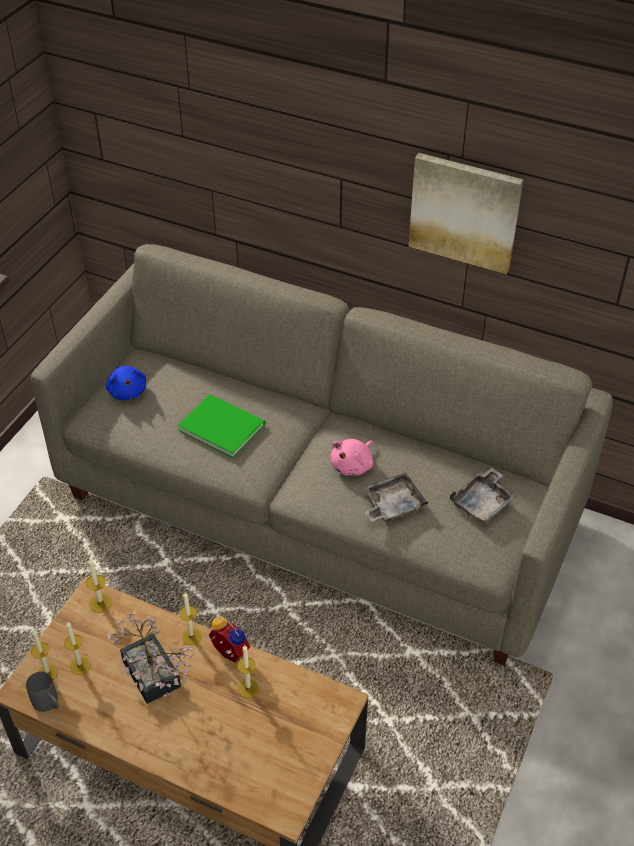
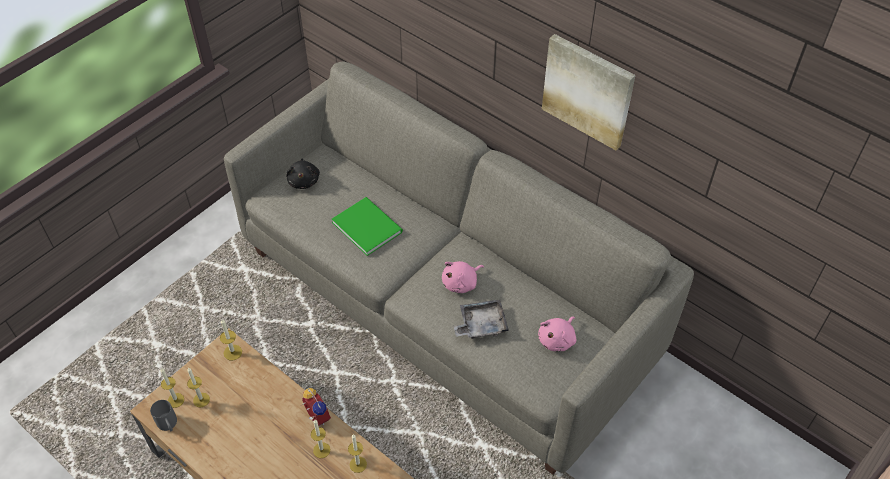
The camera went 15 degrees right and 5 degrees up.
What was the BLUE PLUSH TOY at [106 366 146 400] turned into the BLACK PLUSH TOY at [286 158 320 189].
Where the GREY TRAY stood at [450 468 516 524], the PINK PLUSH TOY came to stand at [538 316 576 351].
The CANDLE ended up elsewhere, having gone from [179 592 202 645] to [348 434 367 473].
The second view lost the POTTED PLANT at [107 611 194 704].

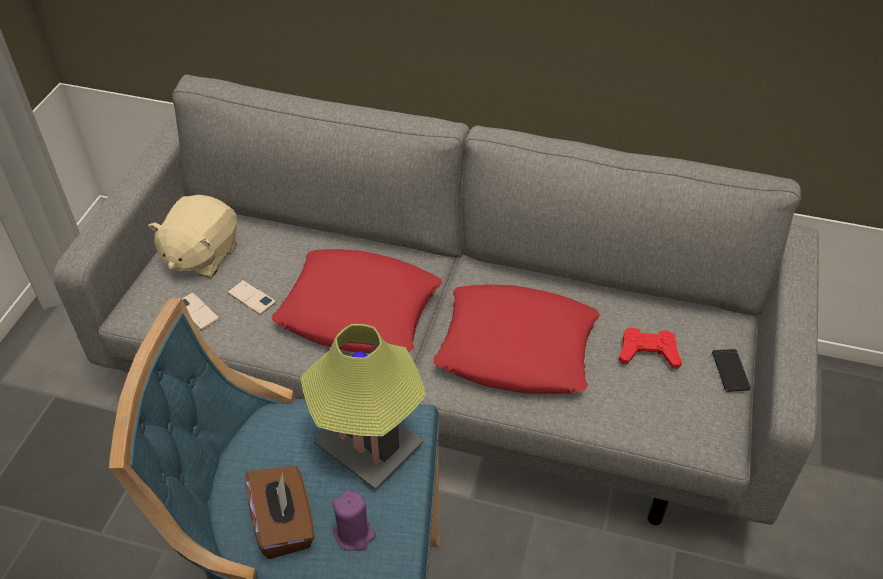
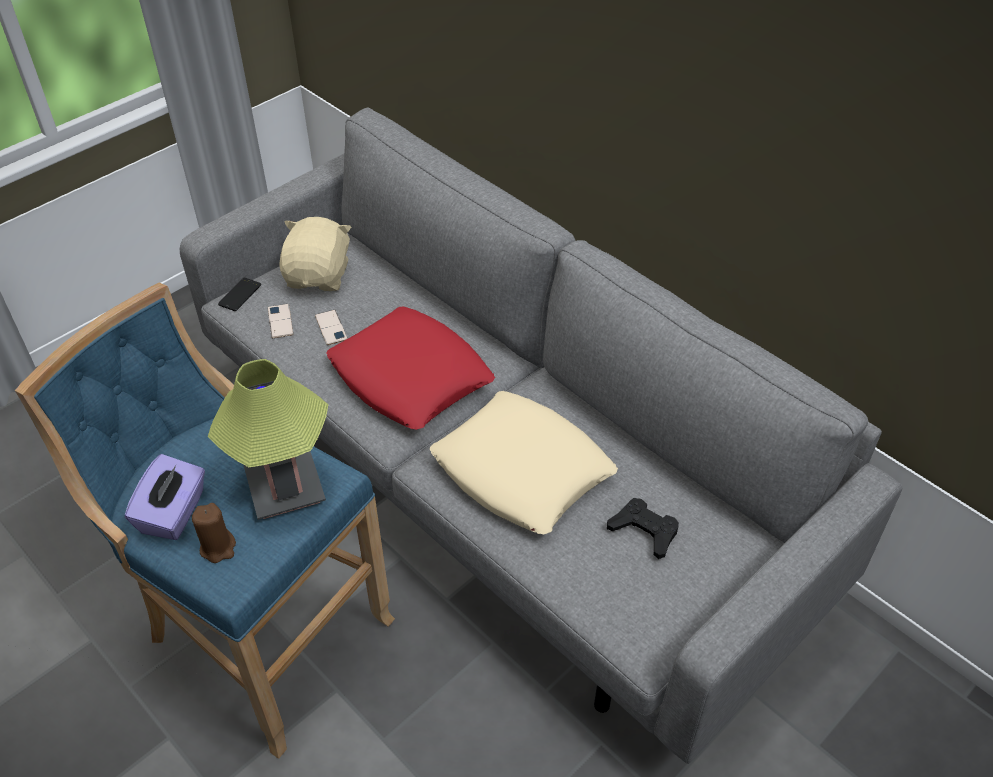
The camera went 30 degrees right and 0 degrees up.
The BEIGE PLUSH TOY at [148 195 237 278] ended up facing another way, 135 degrees clockwise from before.
What was the RED PILLOW at [433 284 600 394] turned into the BEIGE PILLOW at [430 391 618 535].
What was the RED GAME CONTROLLER at [619 327 682 369] turned into the BLACK GAME CONTROLLER at [607 498 679 559].
The PHONE ended up elsewhere, having gone from [712 349 751 392] to [218 278 261 311].
What was the BROWN TISSUE BOX at [245 466 315 559] turned into the PURPLE TISSUE BOX at [125 454 205 540].
What was the PURPLE CANDLE at [332 490 376 551] turned into the BROWN CANDLE at [192 503 236 563].

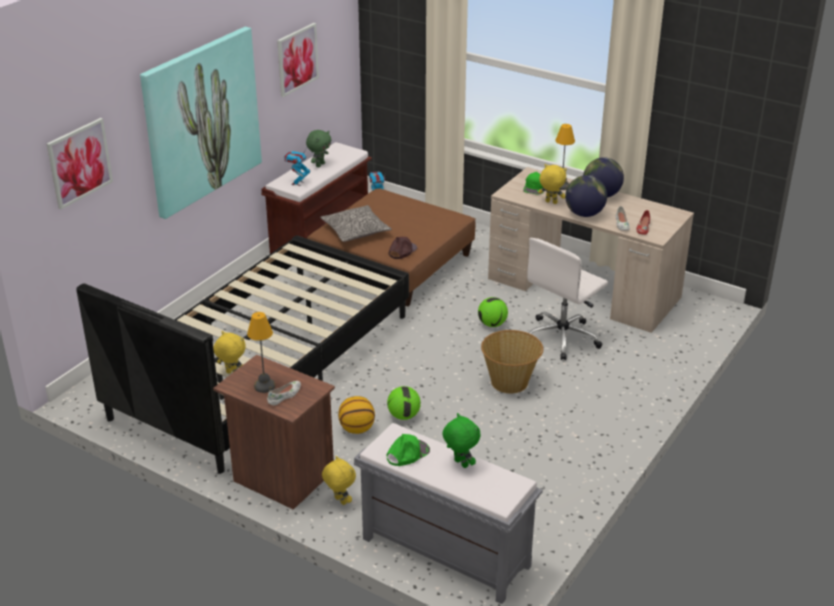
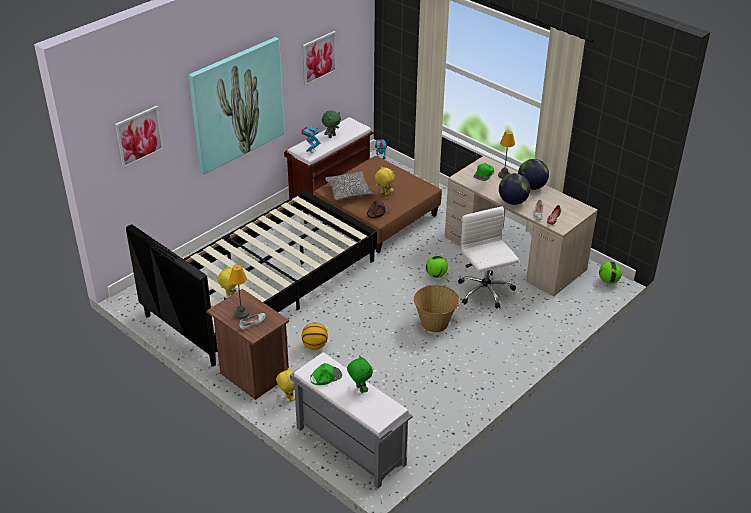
The camera went 10 degrees right and 5 degrees up.
The YELLOW PLUSH TOY ended up elsewhere, having gone from [538 164 567 204] to [375 166 395 195].
The WHITE OFFICE CHAIR at [527 238 608 360] ended up facing another way, 105 degrees clockwise from before.
The FOOTBALL ended up elsewhere, having gone from [387 386 421 420] to [599 261 622 284].

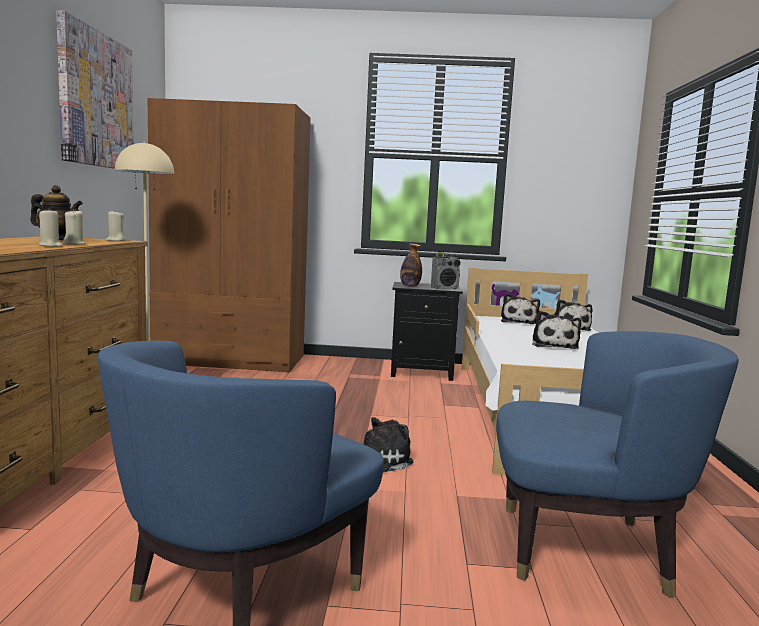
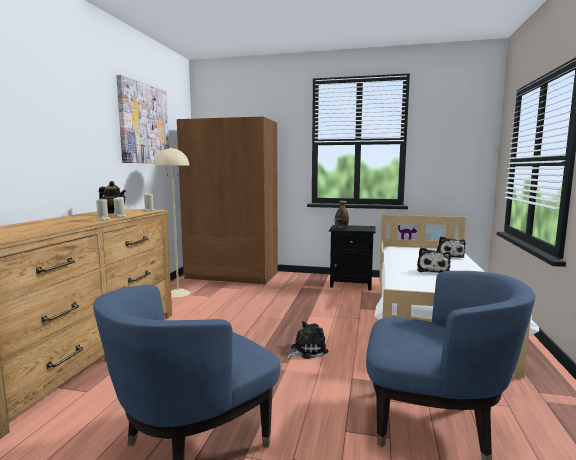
The camera went 10 degrees right and 0 degrees up.
The second view lost the RADIO at [431 252 461 289].
The second view lost the PLUSH TOY at [501 293 540 324].

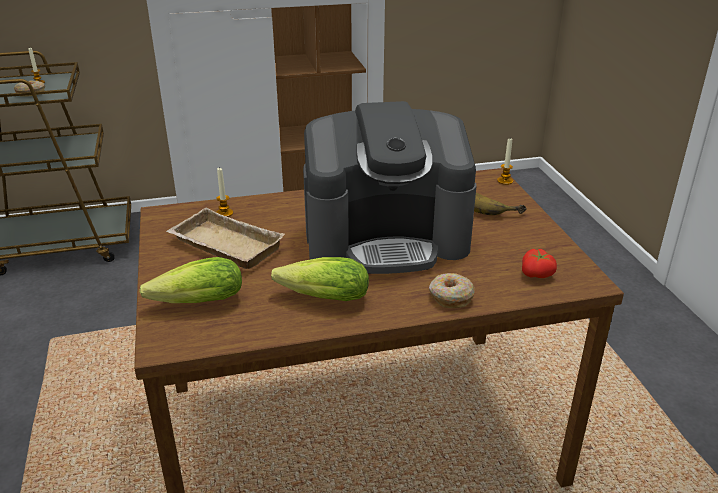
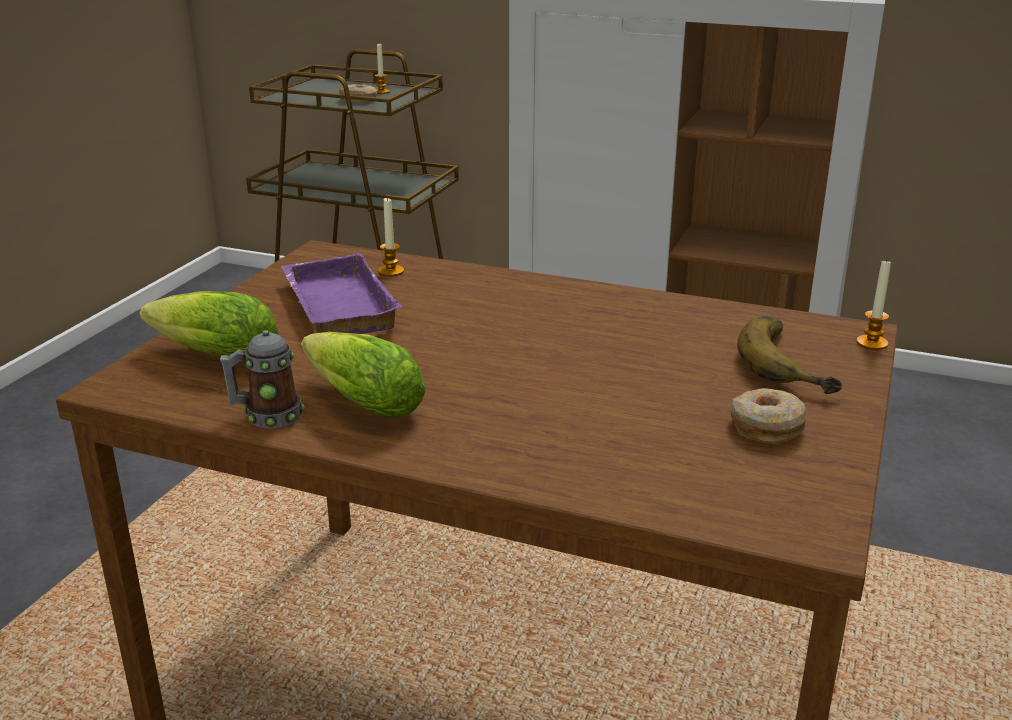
The camera went 35 degrees right and 5 degrees down.
The second view lost the COFFEE MACHINE at [303 101 476 274].
What was the BEIGE TRAY at [166 208 285 269] turned into the PURPLE TRAY at [281 253 403 334].
The second view lost the TOMATO at [522 249 557 278].
The DONUT ended up elsewhere, having gone from [429 273 475 308] to [731 388 807 444].
The second view gained the MUG at [220 330 305 428].

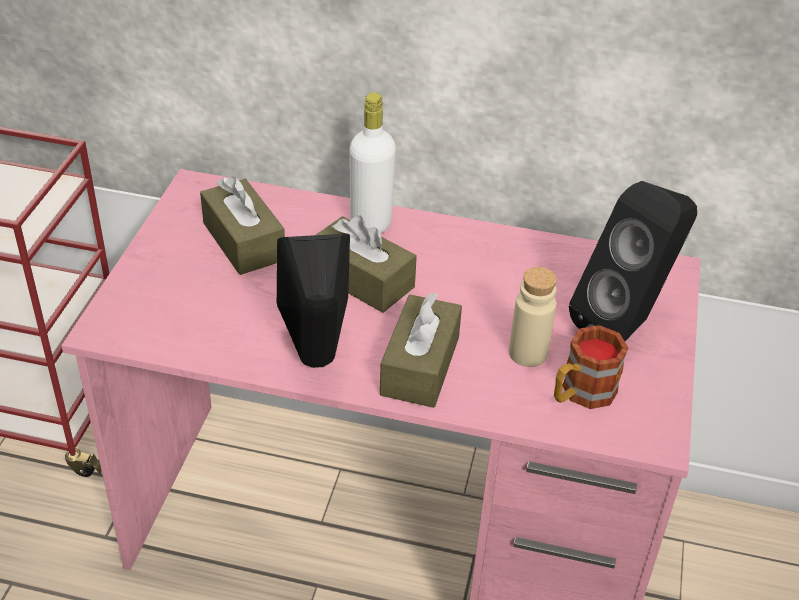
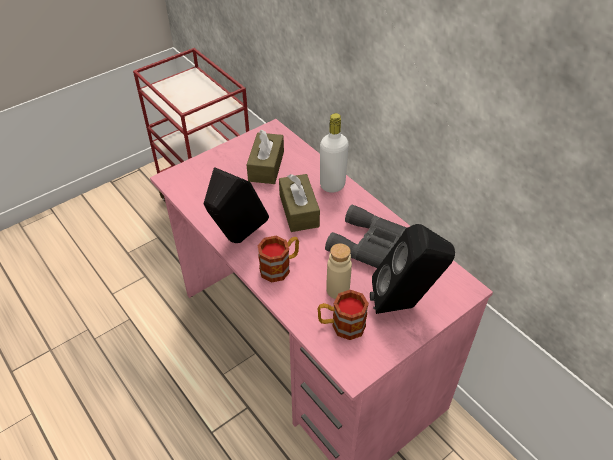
The camera went 40 degrees right and 5 degrees up.
Where the BROWN TISSUE BOX stood at [380 292 462 408], the MUG came to stand at [257 236 299 282].
The second view gained the GREY BINOCULARS at [325 205 407 268].

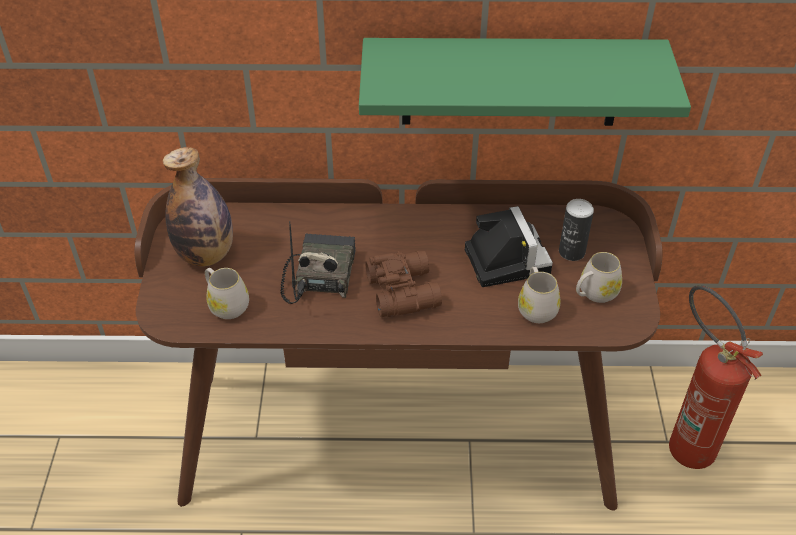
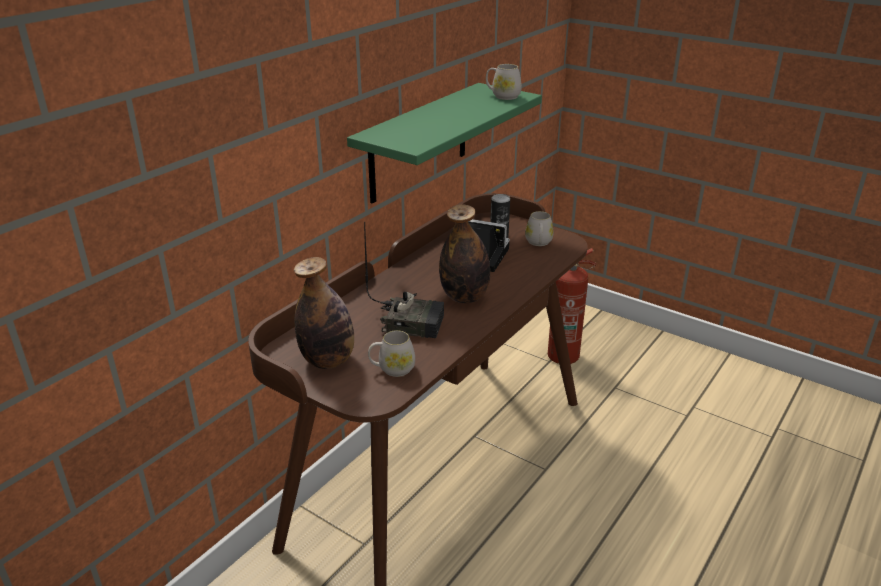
The camera went 55 degrees left and 15 degrees down.
The RADIO at [280 221 356 304] ended up facing another way, 150 degrees clockwise from before.
Where the BROWN BINOCULARS stood at [365 250 442 317], the BOTTLE came to stand at [439 204 490 303].
The WHITE MUG ended up elsewhere, having gone from [518 267 560 323] to [486 64 522 100].

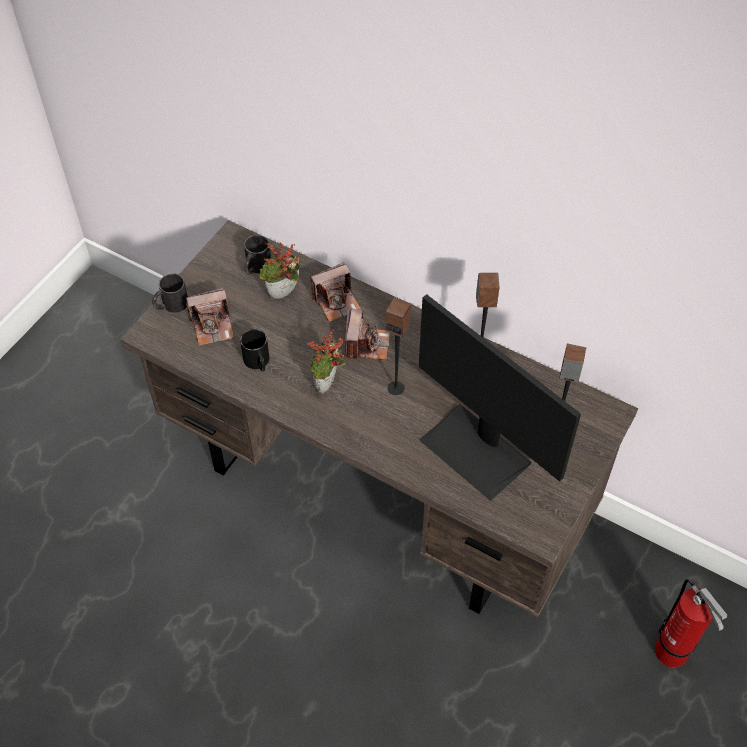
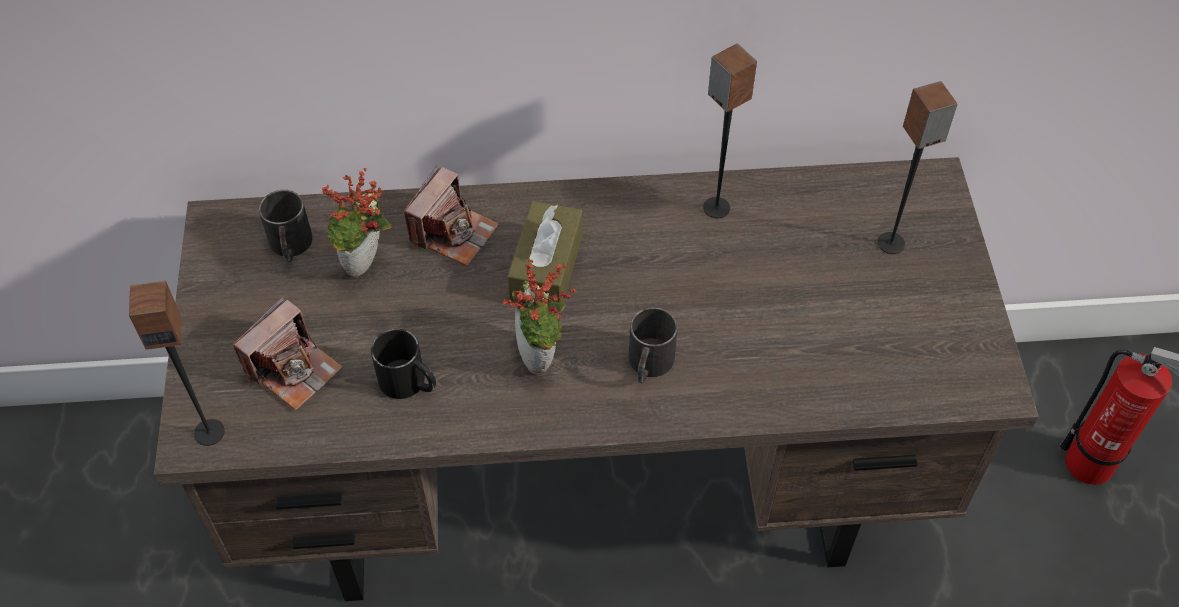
The camera went 35 degrees left and 0 degrees up.
The BLACK MUG ended up elsewhere, having gone from [152 273 188 313] to [629 307 678 383].
The second view lost the MONITOR at [419 294 581 501].
The SPEAKER ended up elsewhere, having gone from [386 297 411 395] to [129 281 225 446].
Where the PHOTO CAMERA stood at [345 309 390 360], the BROWN TISSUE BOX came to stand at [507 201 583 303].

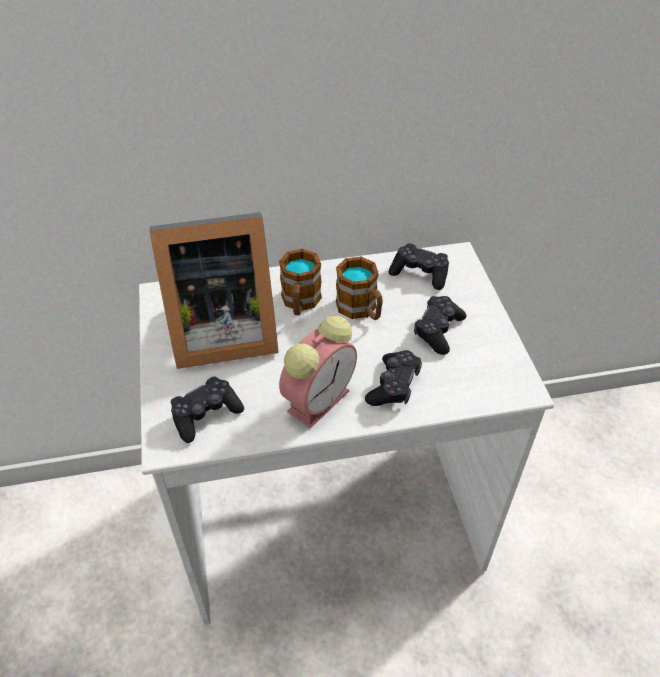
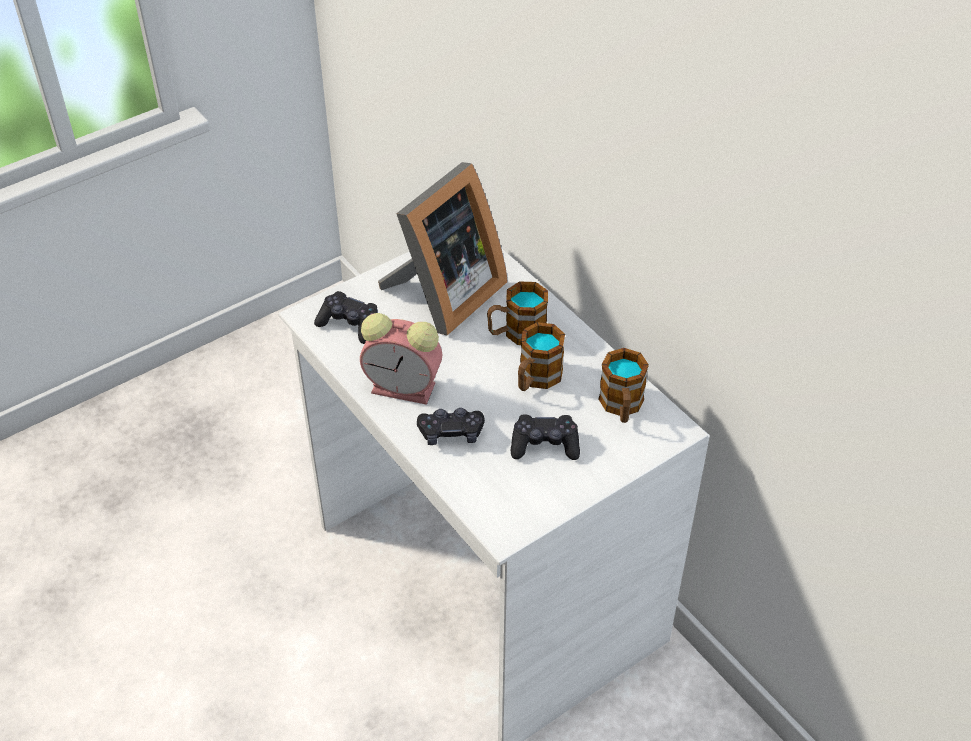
The camera went 65 degrees right and 0 degrees up.
The PICTURE FRAME at [150 212 279 369] ended up facing another way, 105 degrees counterclockwise from before.
Where the BLACK GAME CONTROLLER stood at [389 243 449 290], the MUG came to stand at [599 348 649 423].

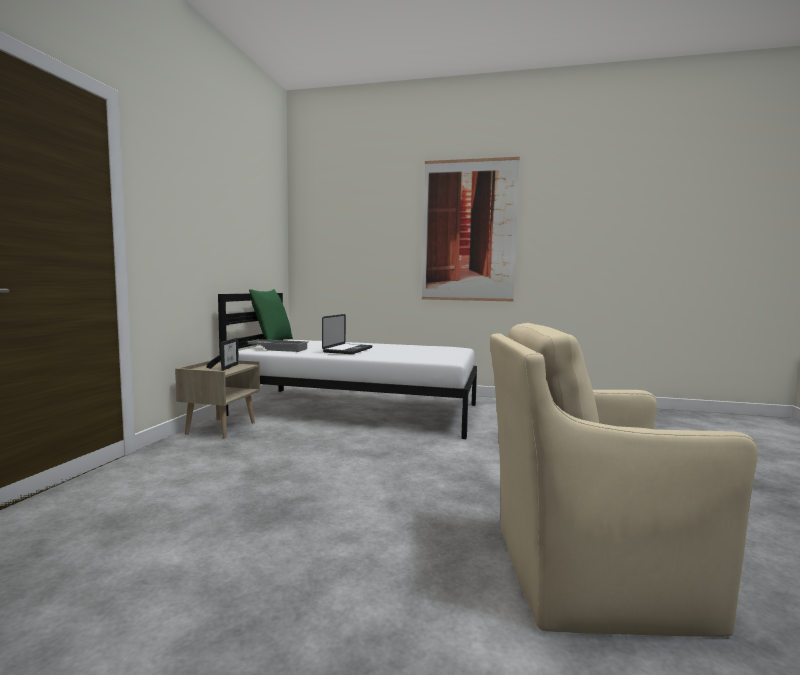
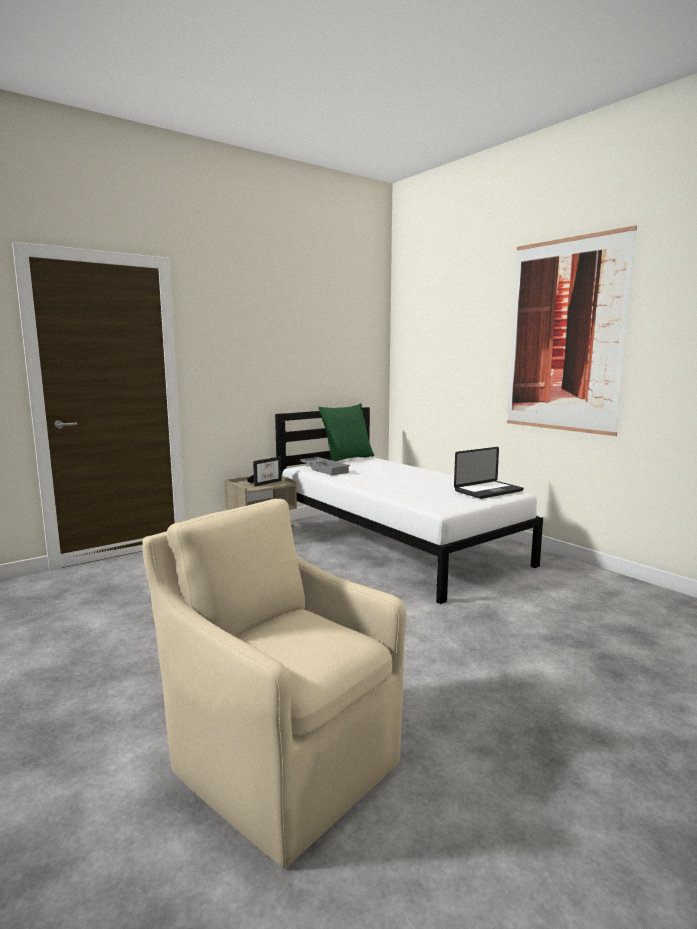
The camera went 40 degrees right and 5 degrees up.
The LAPTOP ended up elsewhere, having gone from [322 314 372 354] to [454 447 524 499].

